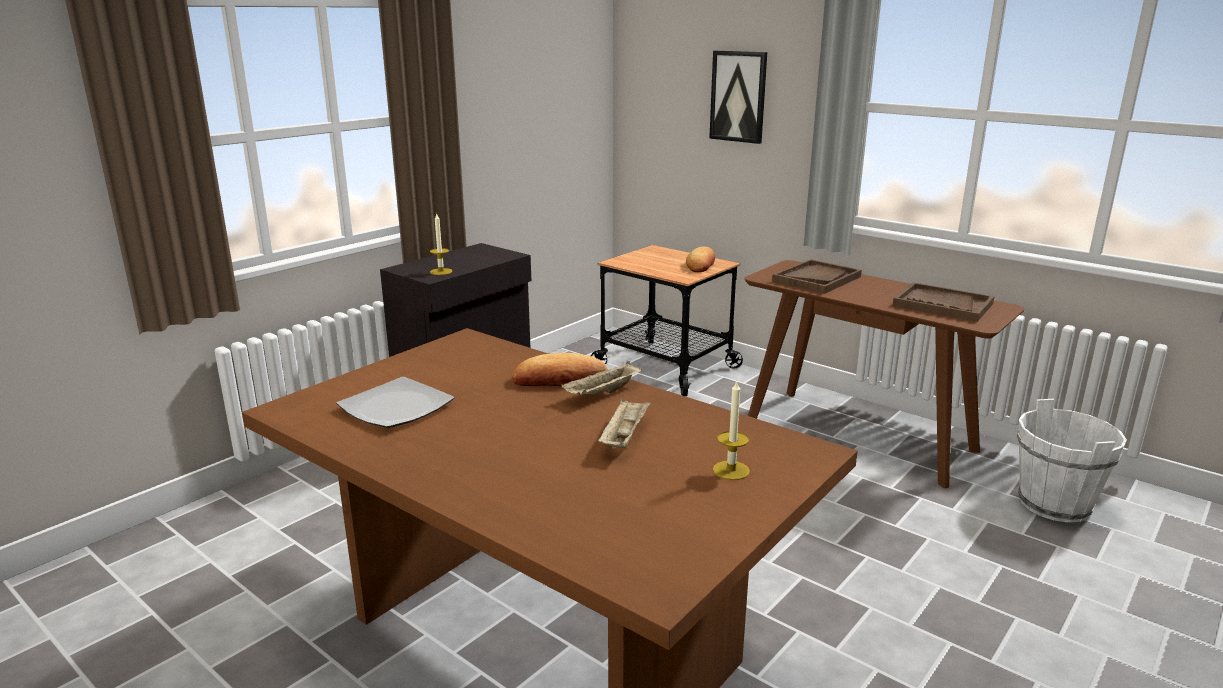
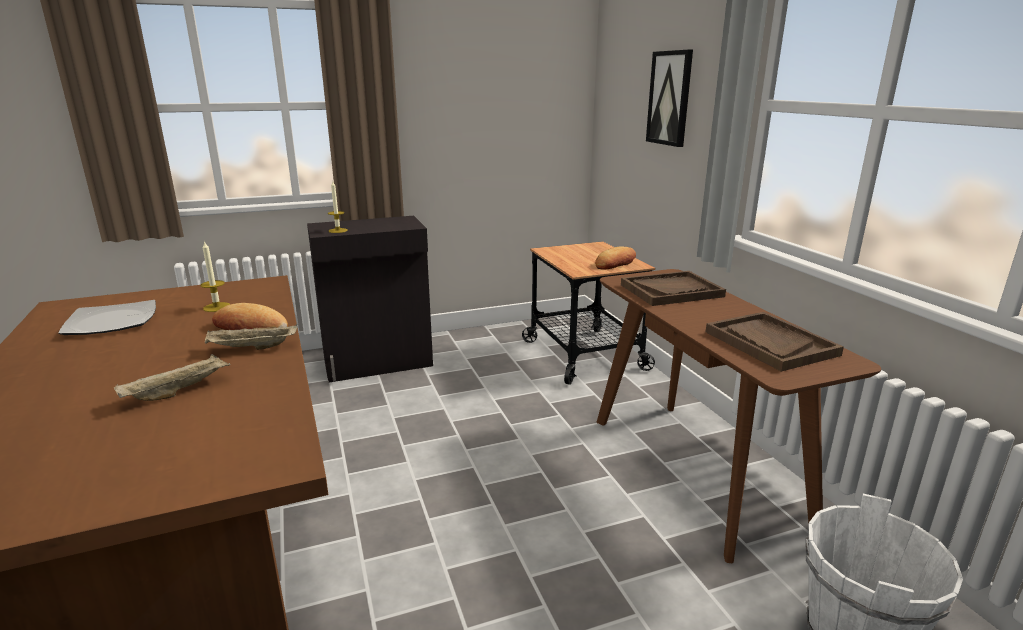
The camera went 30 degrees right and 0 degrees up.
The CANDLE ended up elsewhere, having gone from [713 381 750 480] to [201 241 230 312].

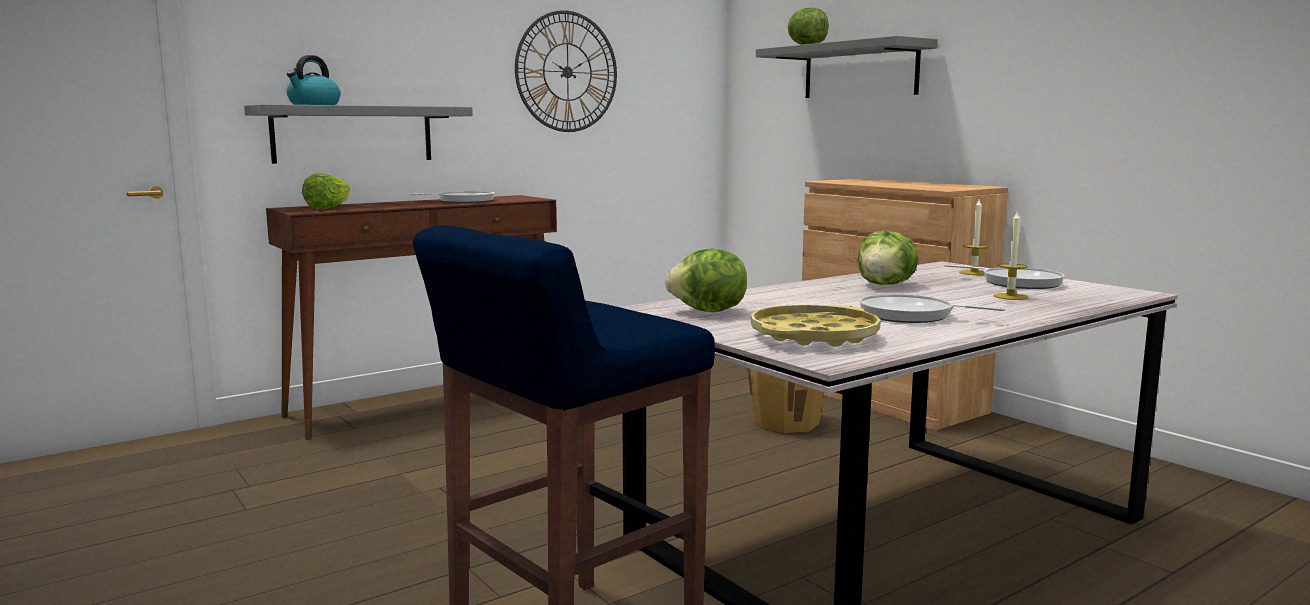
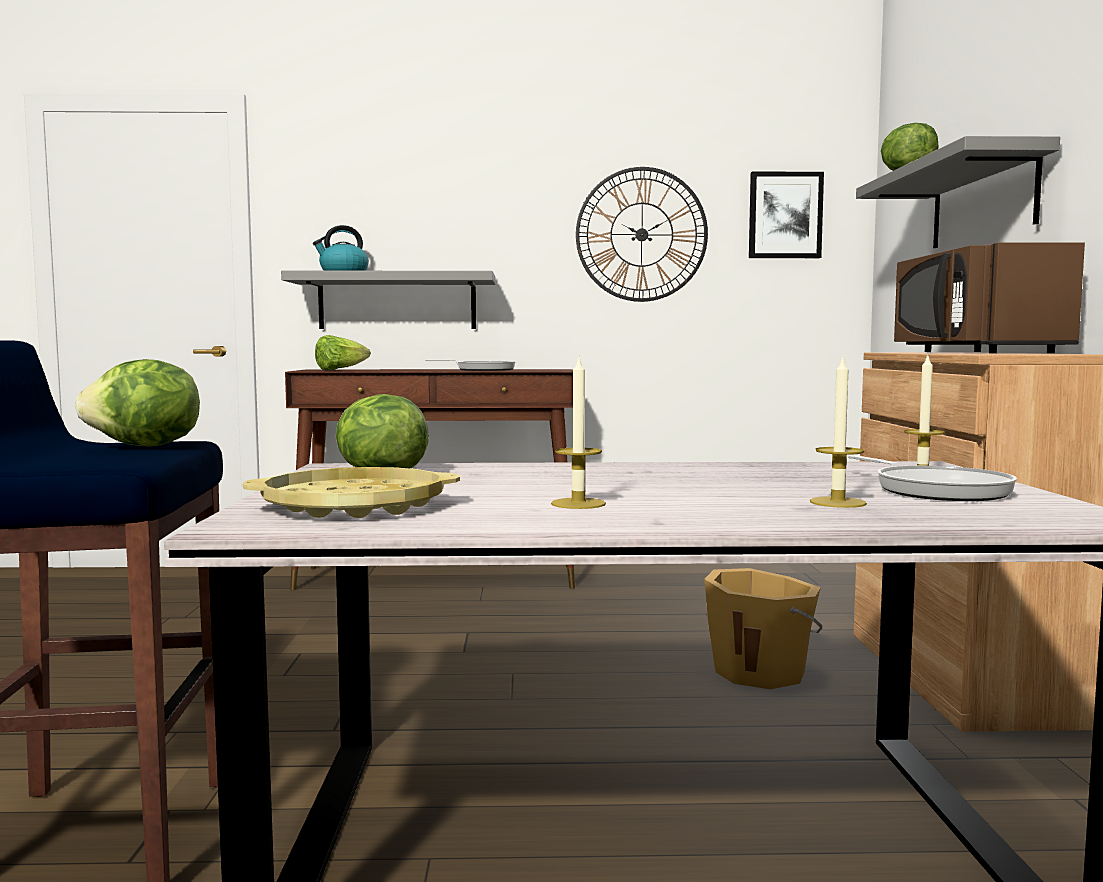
The camera went 35 degrees right and 5 degrees down.
The LETTUCE ended up elsewhere, having gone from [858 230 919 285] to [75 359 200 447].
Where the FRYING PAN stood at [859 294 1005 323], the CANDLE came to stand at [551 358 606 509].
The second view gained the PICTURE at [749 171 824 258].
The second view gained the BROWN MICROWAVE at [894 242 1085 353].

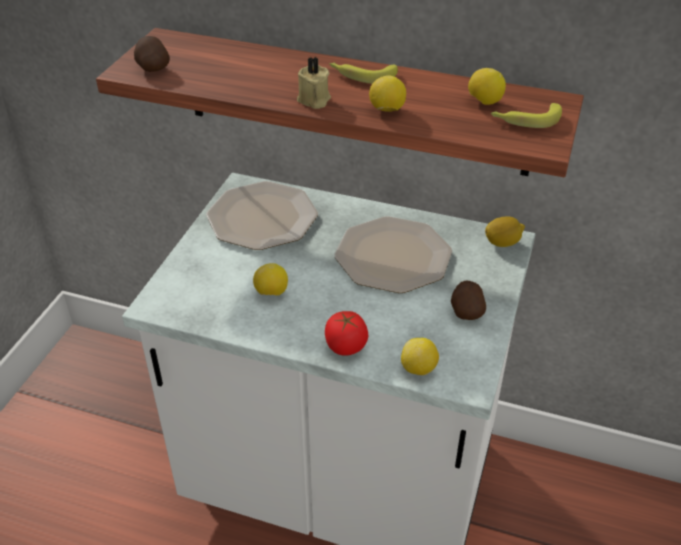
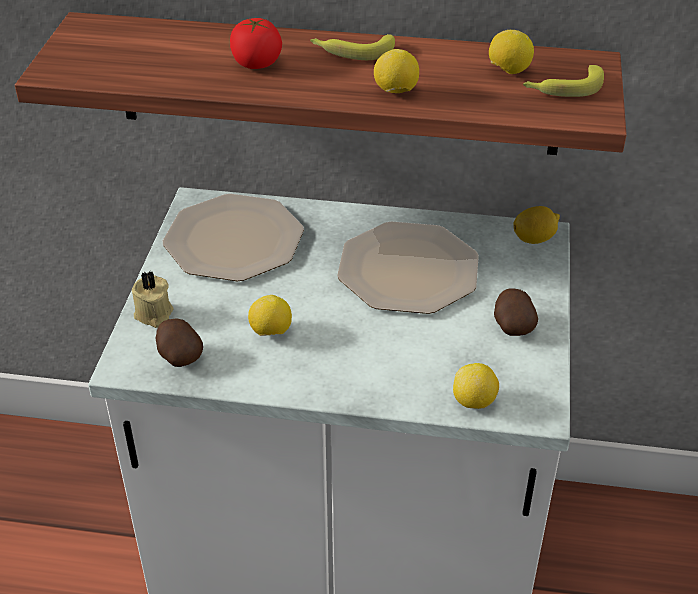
The camera went 10 degrees left and 0 degrees up.
The POTATO ended up elsewhere, having gone from [134 36 170 72] to [156 318 203 367].
The BEIGE CANDLE ended up elsewhere, having gone from [297 57 331 109] to [132 271 174 328].
The TOMATO ended up elsewhere, having gone from [325 311 368 356] to [230 18 282 69].

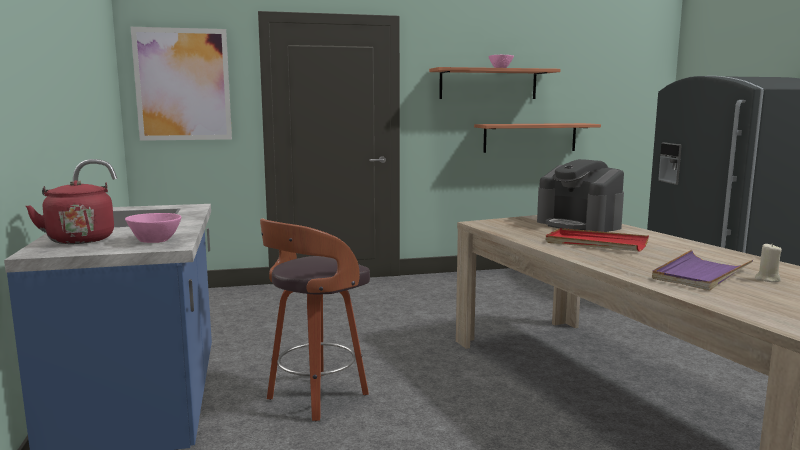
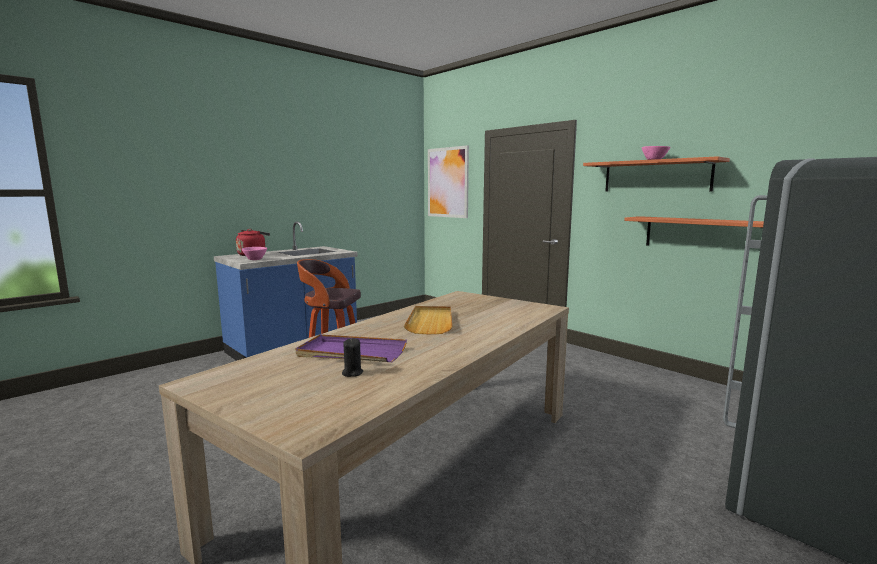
The camera went 60 degrees right and 0 degrees up.
The second view lost the COFFEE MACHINE at [537 159 624 232].
What was the RED TRAY at [546 228 649 252] turned into the BEIGE TRAY at [404 306 452 334].
What was the BEIGE CANDLE at [755 243 782 282] turned into the BLACK CANDLE at [342 338 363 377].

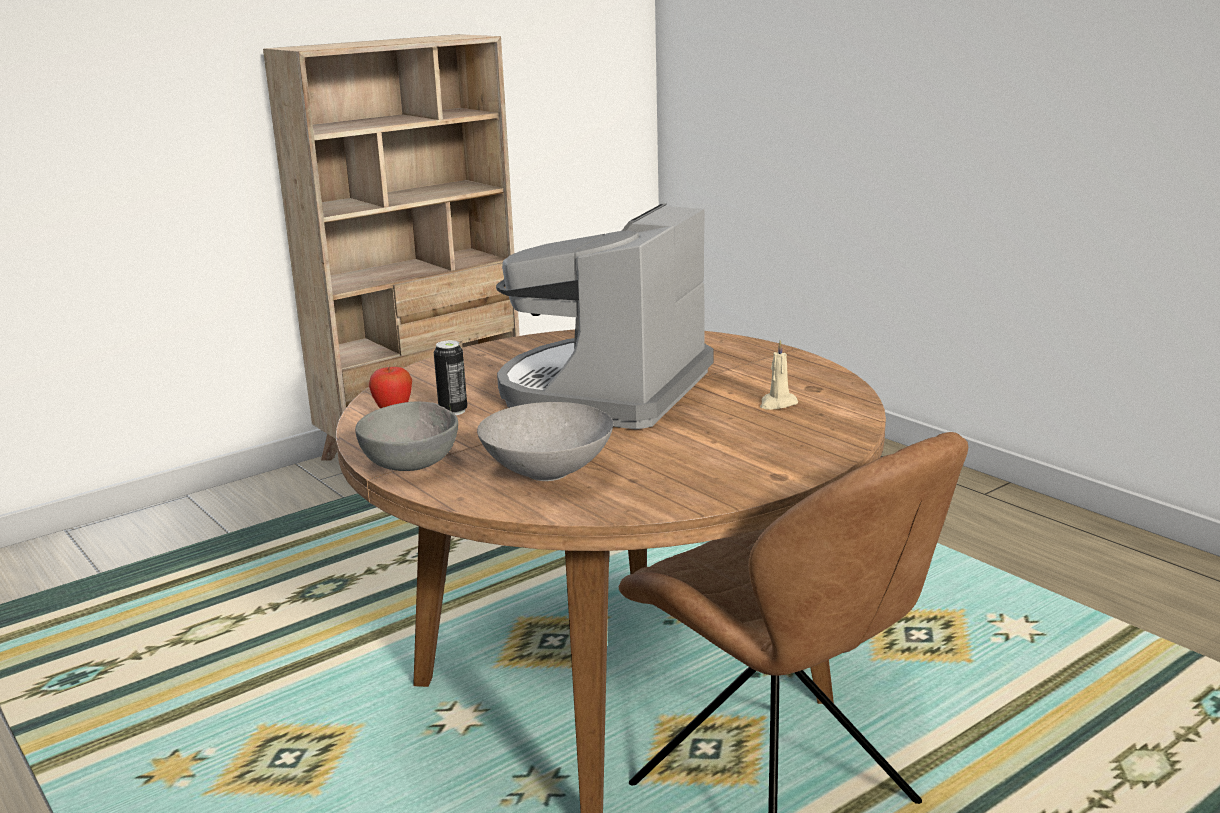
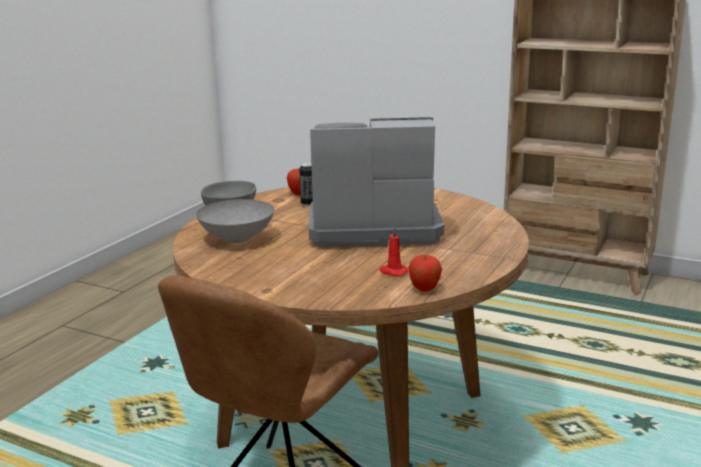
The camera went 65 degrees right and 0 degrees up.
What was the BEIGE CANDLE at [760 340 798 410] turned into the RED CANDLE at [380 227 408 276].
The second view gained the APPLE at [408 255 442 292].

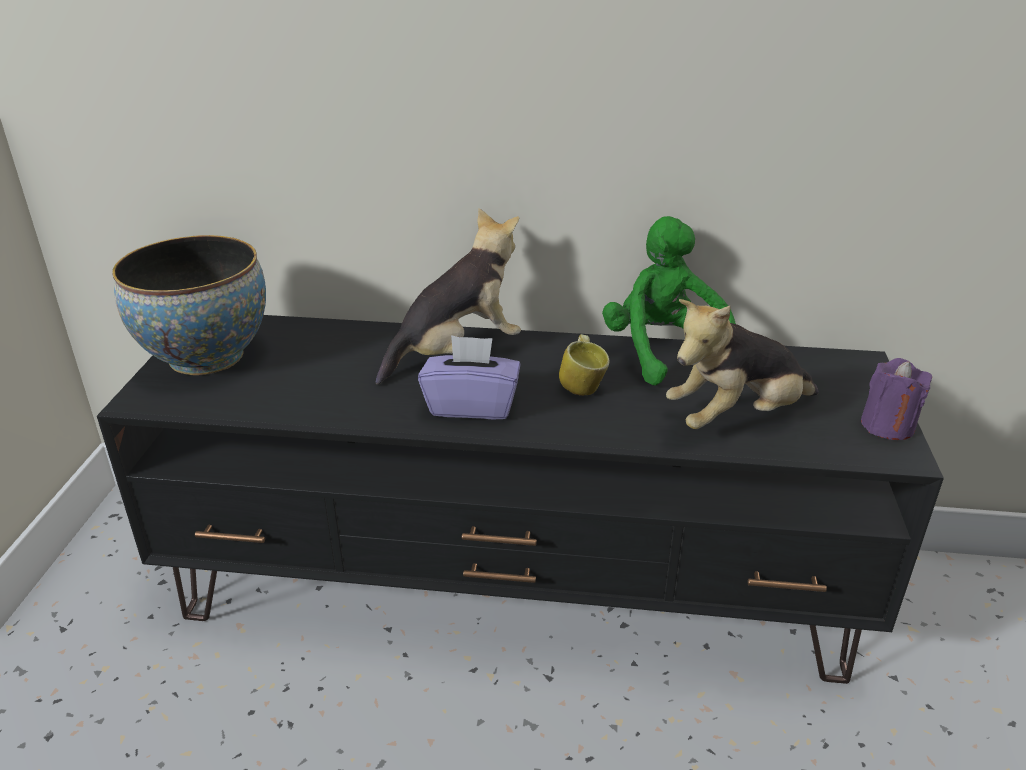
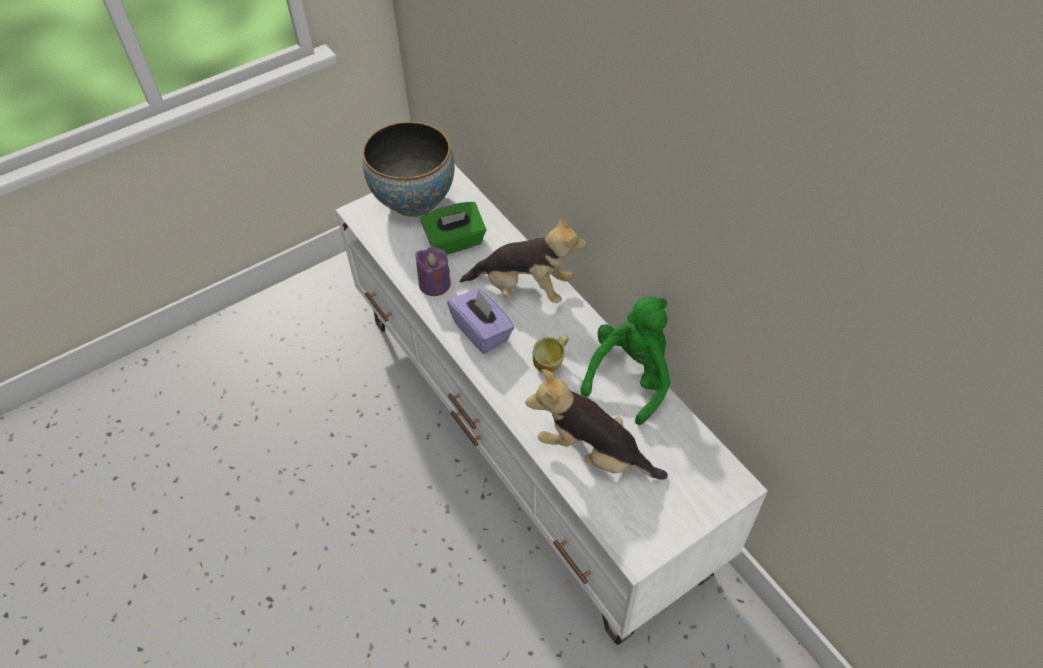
The camera went 50 degrees right and 20 degrees up.
What was the BLACK TV STAND at [97 315 944 684] turned into the WHITE TV STAND at [335 164 768 645].
The PURPLE CANDLE ended up elsewhere, having gone from [861 358 932 440] to [415 247 451 296].
The second view gained the GREEN TISSUE BOX at [420 202 487 255].

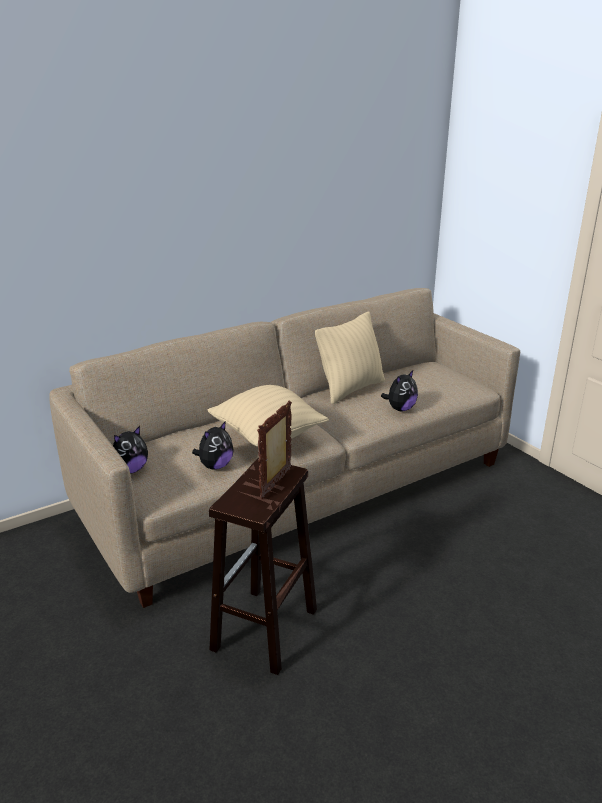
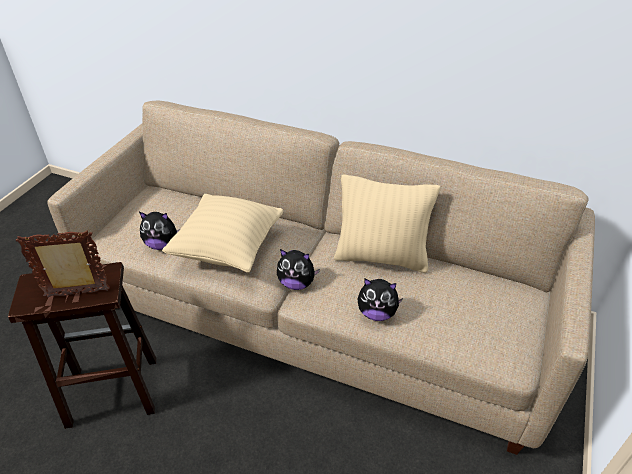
The camera went 55 degrees right and 15 degrees up.
The PLUSH TOY ended up elsewhere, having gone from [113 426 148 474] to [277 249 320 290].

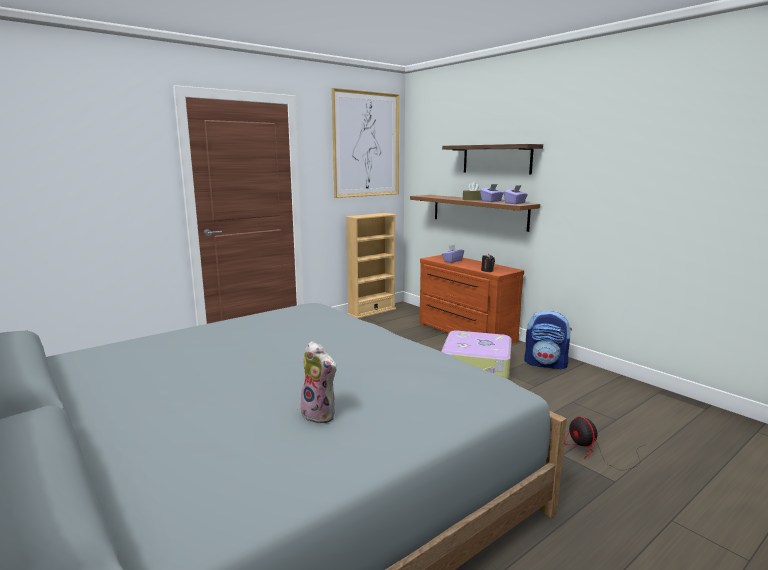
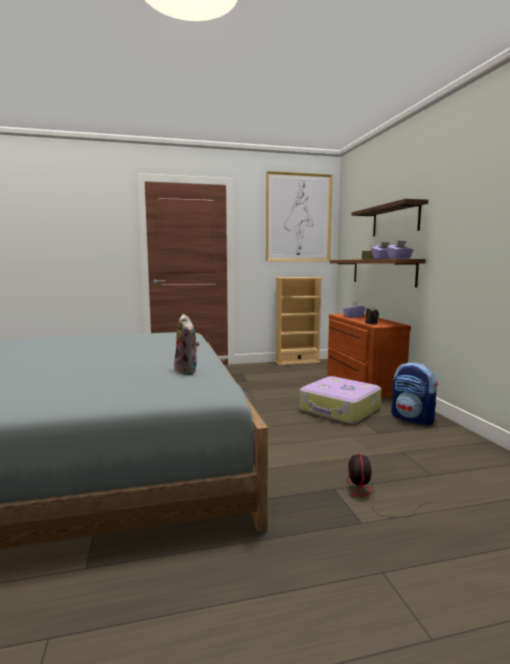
The camera went 25 degrees right and 5 degrees down.
The PLUSH TOY ended up elsewhere, having gone from [300 341 337 424] to [174 314 200 375].

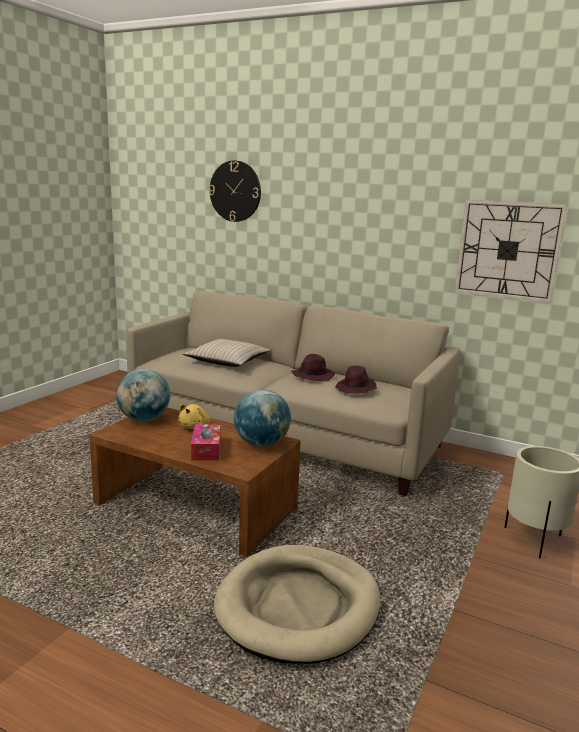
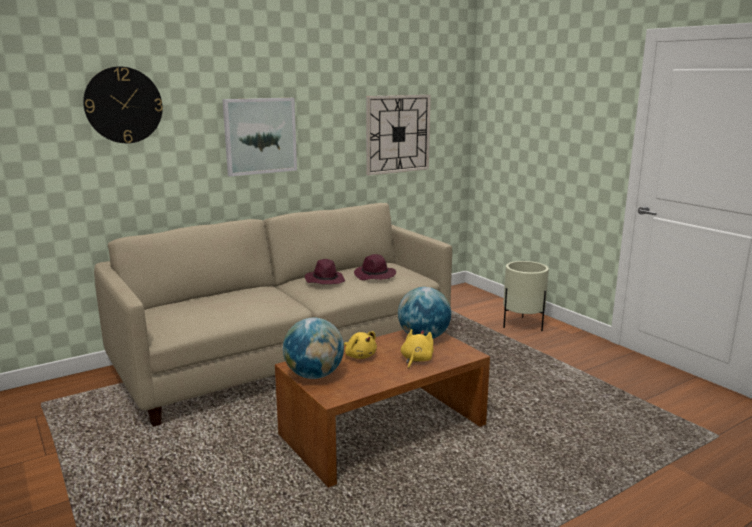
The camera went 60 degrees left and 0 degrees up.
The second view lost the BEIGE PILLOW at [183 339 271 367].
Where the TISSUE BOX stood at [191 424 220 461], the YELLOW PLUSH TOY came to stand at [401 329 434 369].
The second view lost the BEIGE DOG BED at [214 545 380 664].
The second view gained the PICTURE at [222 98 297 176].

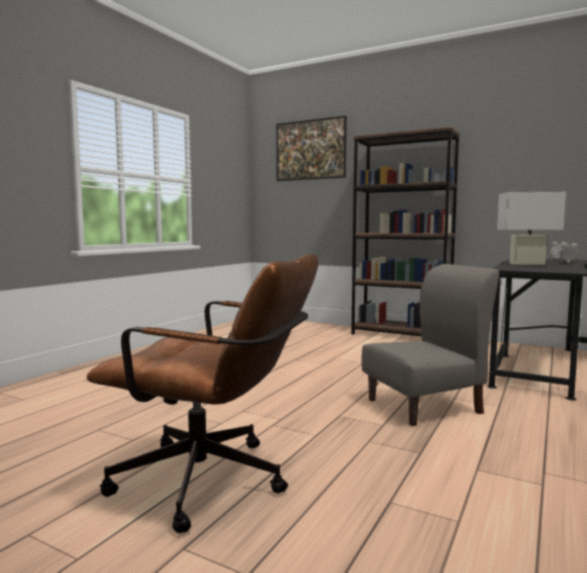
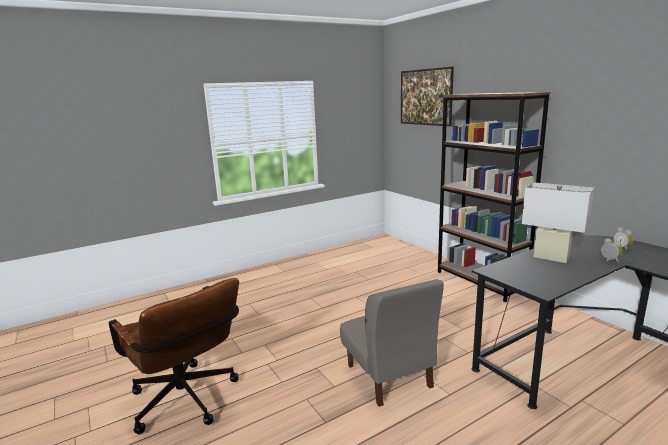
The camera went 30 degrees right and 10 degrees up.
The GREY CHAIR at [361 264 499 426] ended up facing another way, 60 degrees clockwise from before.

